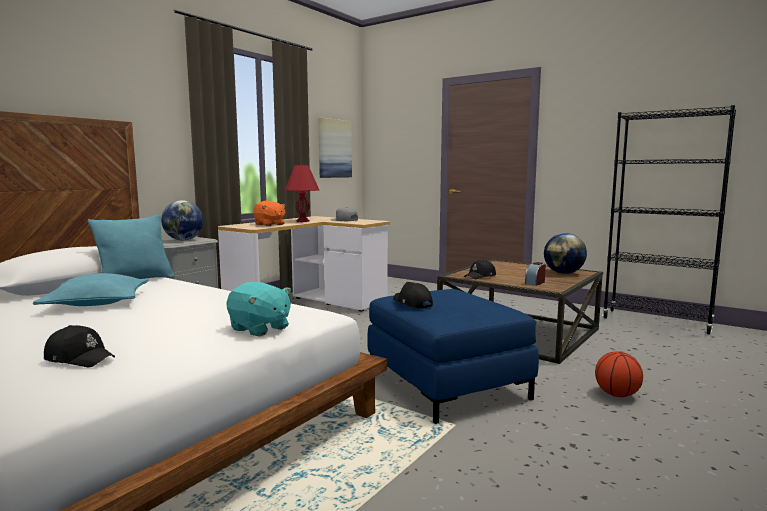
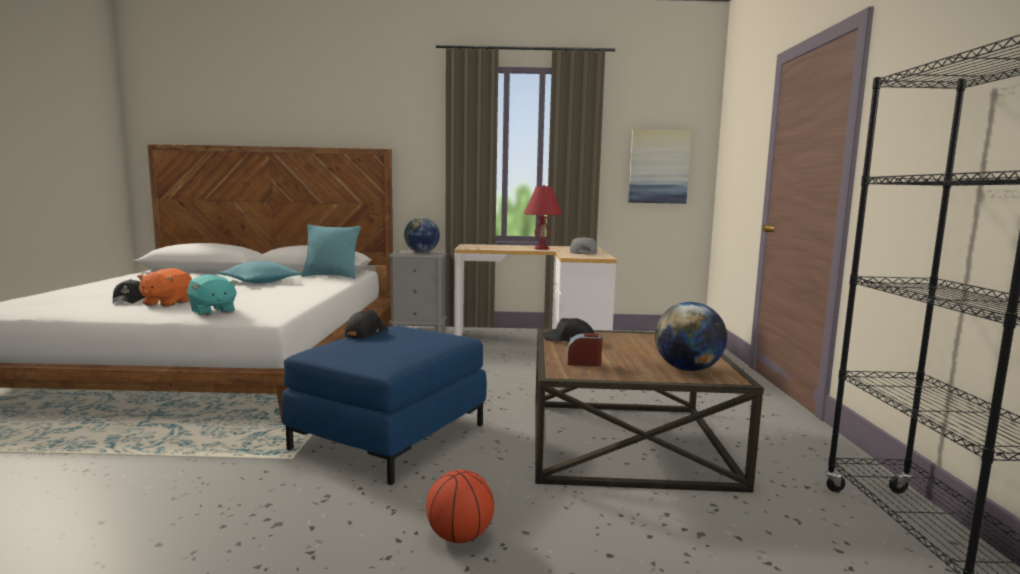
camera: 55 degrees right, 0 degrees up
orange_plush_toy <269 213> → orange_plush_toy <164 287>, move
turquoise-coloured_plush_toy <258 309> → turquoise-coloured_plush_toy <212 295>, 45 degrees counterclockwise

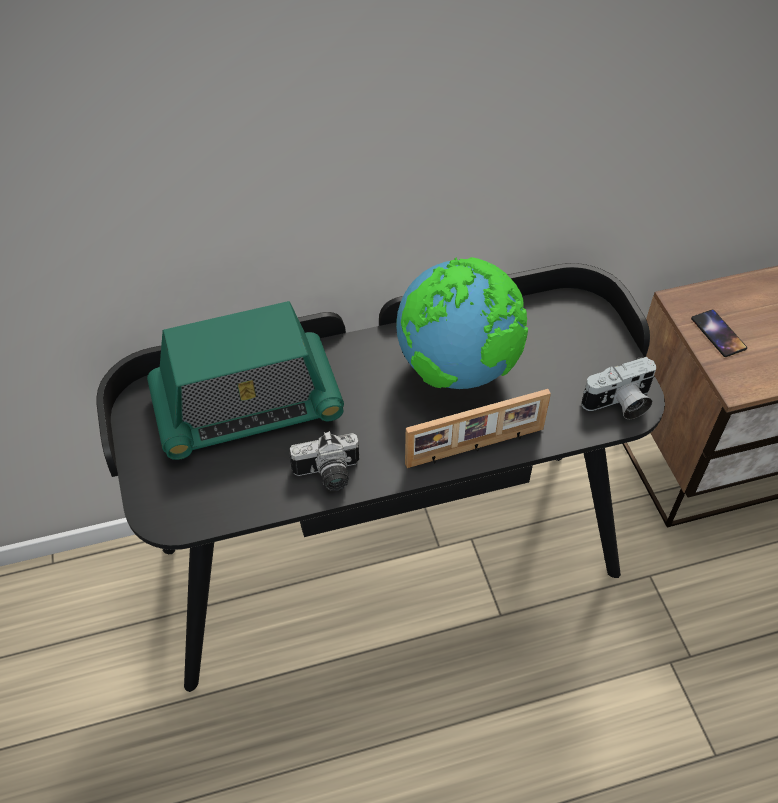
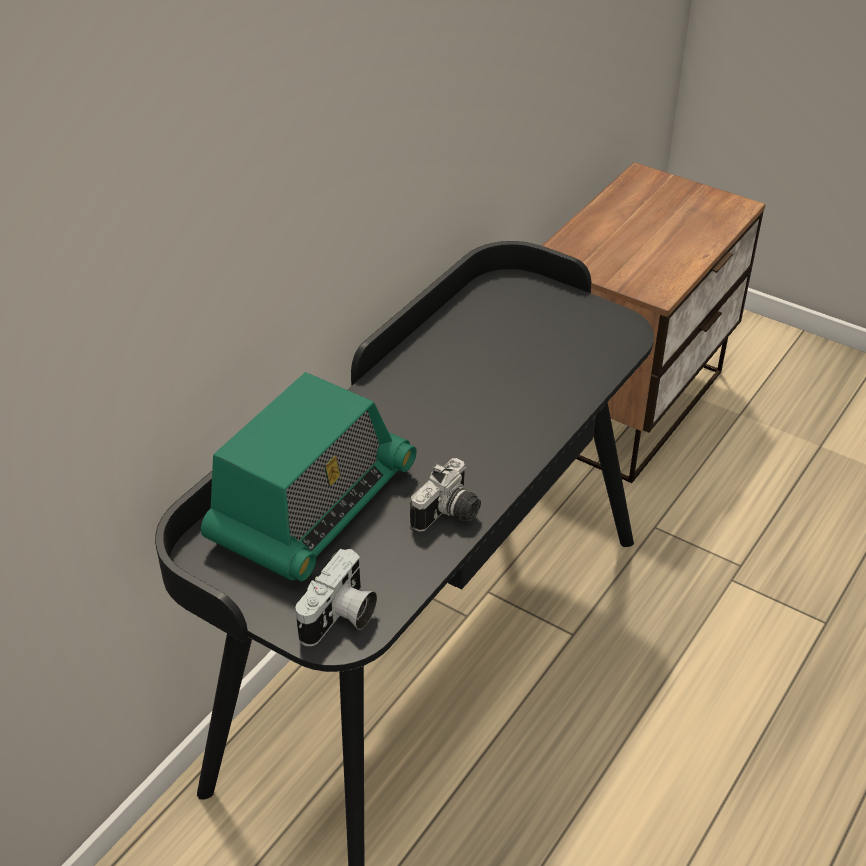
camera: 40 degrees left, 10 degrees down
globe <462 323> → -
photo_frame <478 428> → -
telephone <719 333> → -
still_camera <618 388> → still_camera <336 597>, move

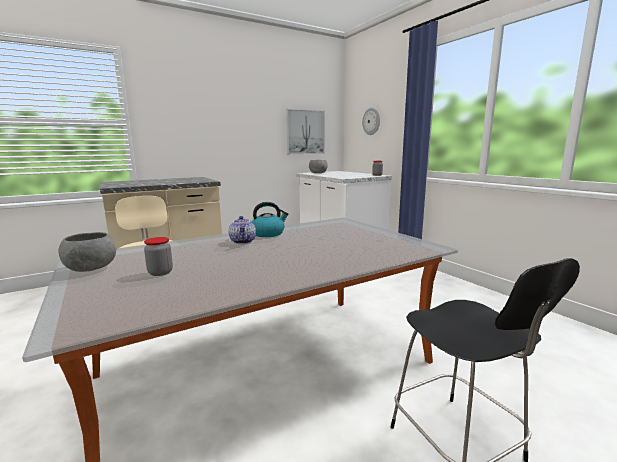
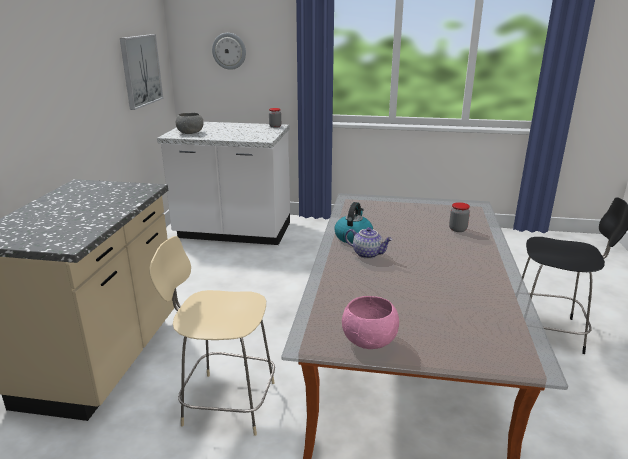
camera: 50 degrees left, 10 degrees up
preserve_jar <158 256> → preserve_jar <459 217>, move
greyish_deep_dish <87 252> → pinkish_deep_dish <370 322>

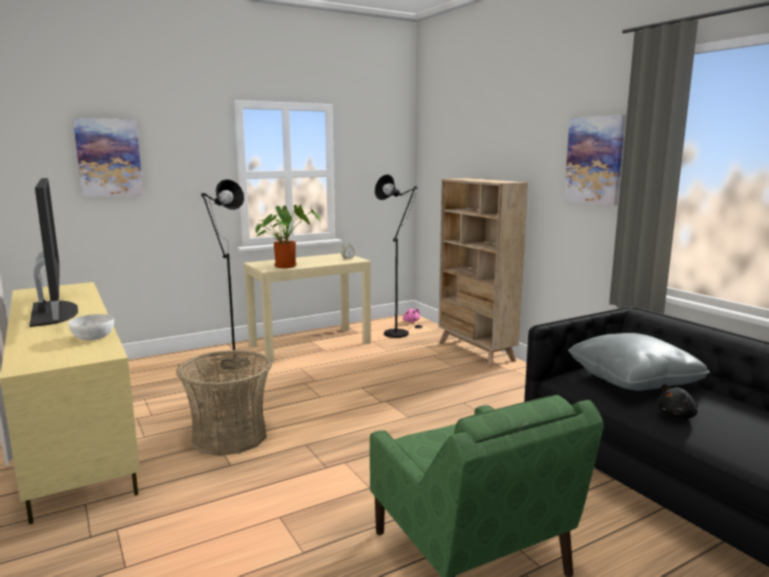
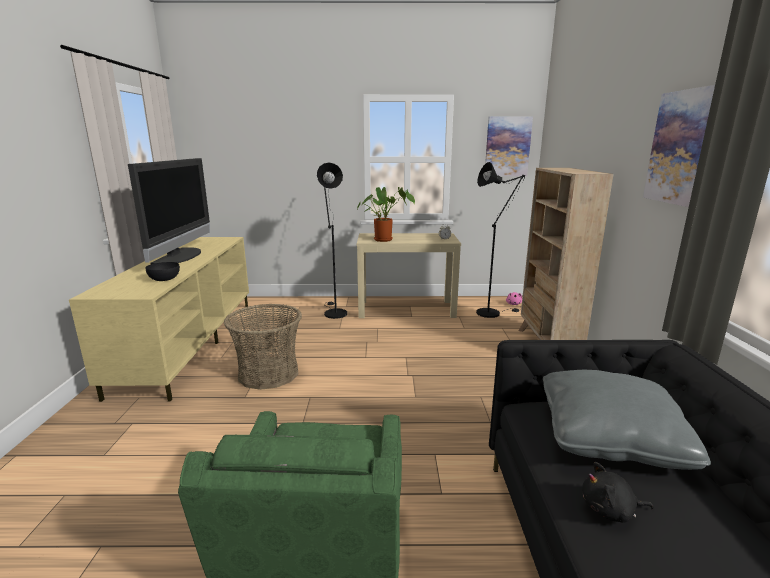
camera: 30 degrees right, 5 degrees up
wall_picture <108 157> → wall_picture <509 146>, move
white_deep_dish <91 327> → blackish_deep_dish <162 271>

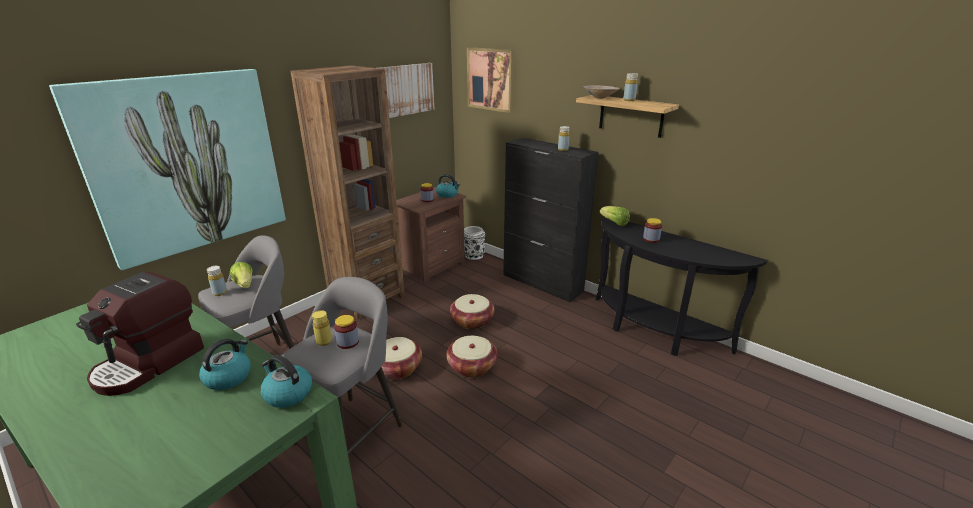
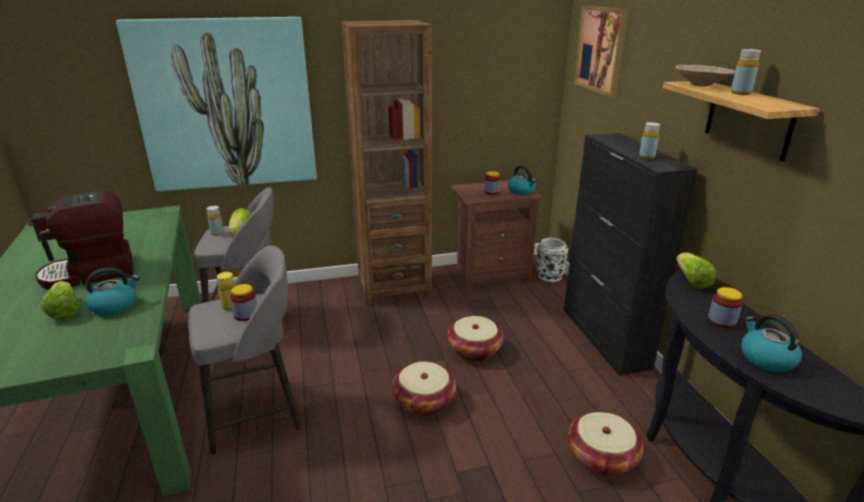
camera: 35 degrees right, 0 degrees up
wall_picture <407 90> → -
- → lettuce <60 300>
kettle <286 381> → kettle <771 343>, move
basket <401 358> → basket <606 444>, move

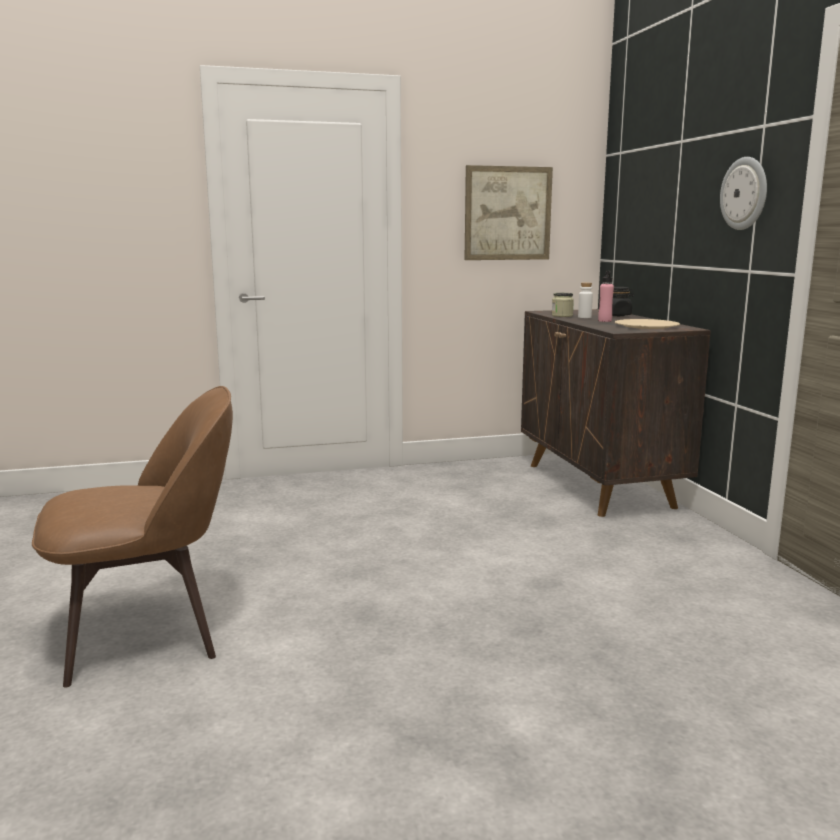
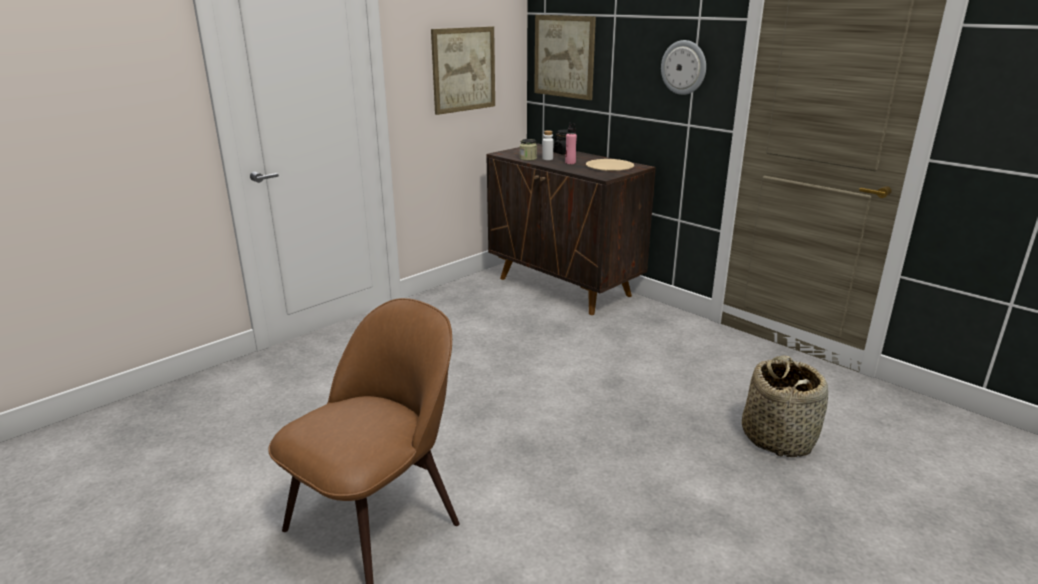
camera: 30 degrees left, 10 degrees up
- → wall_picture <565 57>
- → basket <785 406>

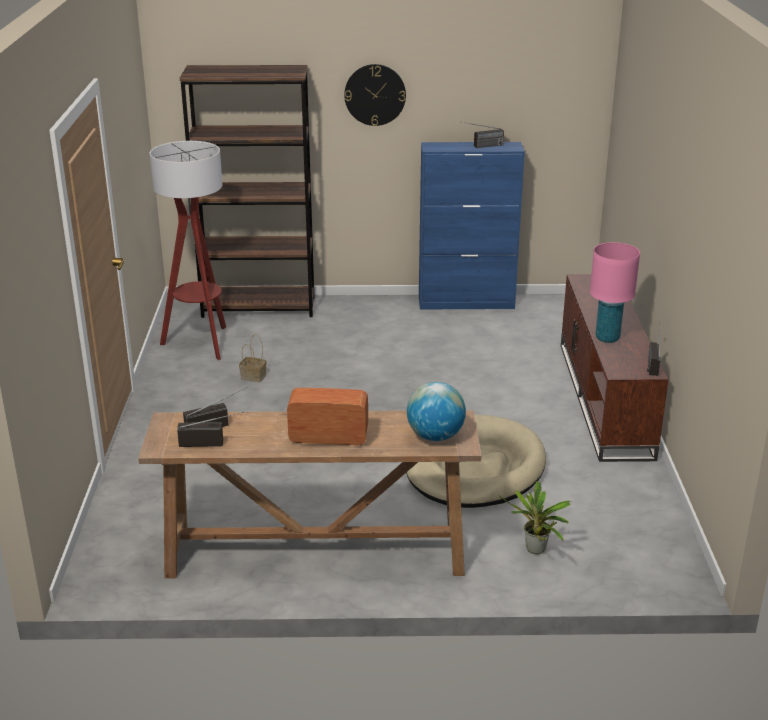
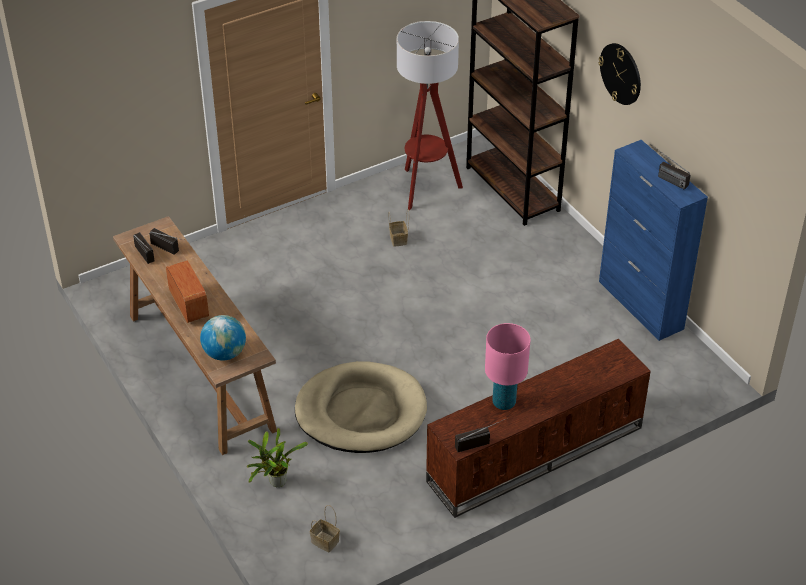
camera: 60 degrees right, 15 degrees up
- → basket <325 528>

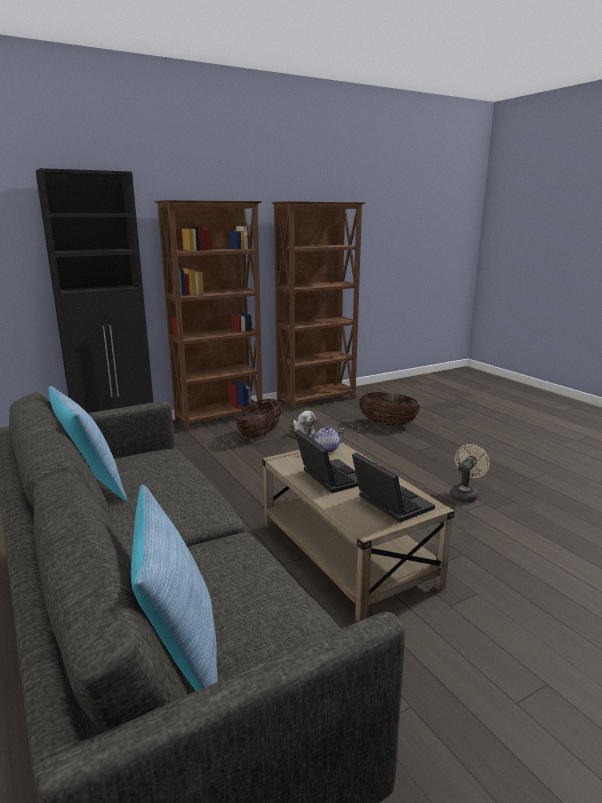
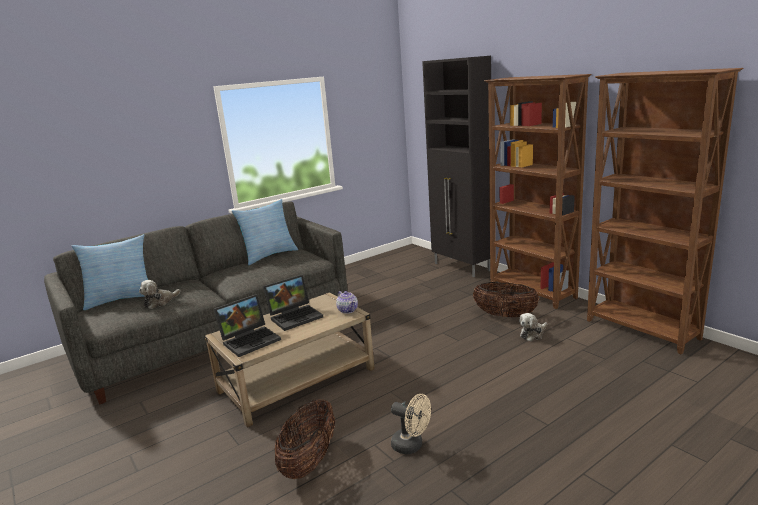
camera: 85 degrees right, 0 degrees up
- → plush_toy <159 294>
basket <389 409> → basket <305 439>, move

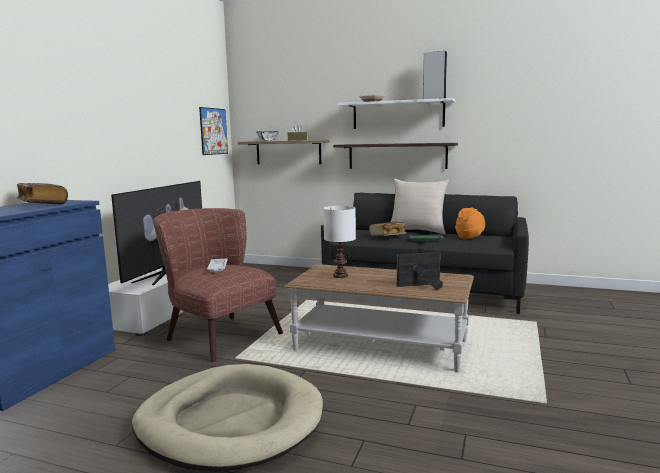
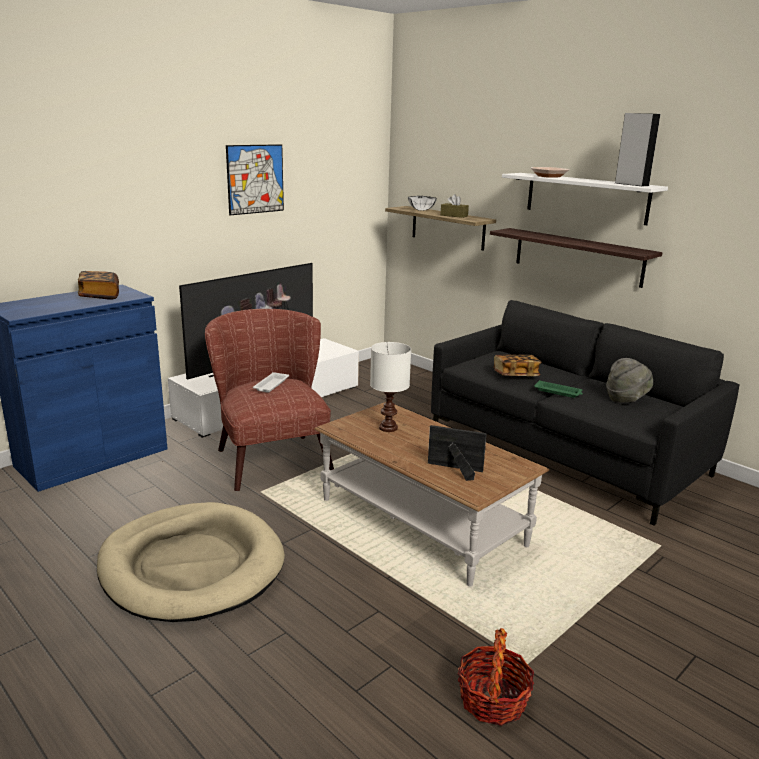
camera: 25 degrees right, 10 degrees up
beige-coloured_pillow <420 207> → -
- → basket <496 677>
wall_picture <213 131> → wall_picture <255 179>, move
orange_hat <470 223> → greyish_hat <629 380>

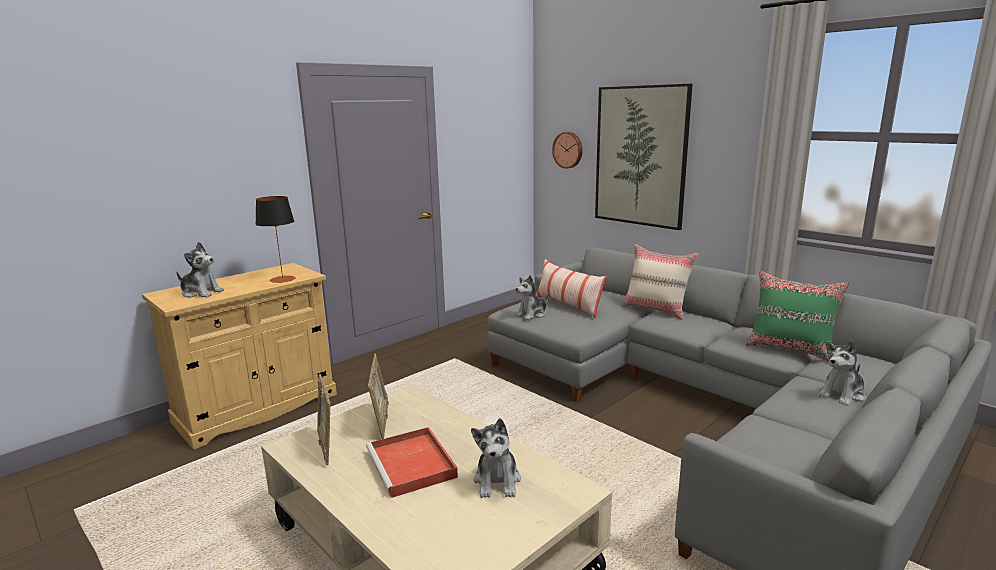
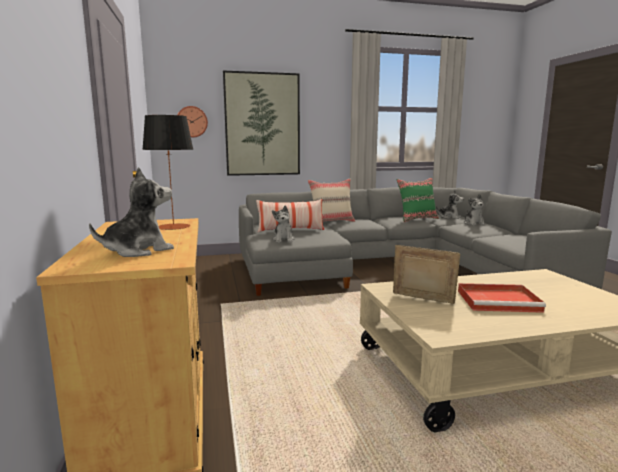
camera: 60 degrees left, 5 degrees down
photo_frame <323 419> → -
plush_toy <496 458> → plush_toy <450 204>, move

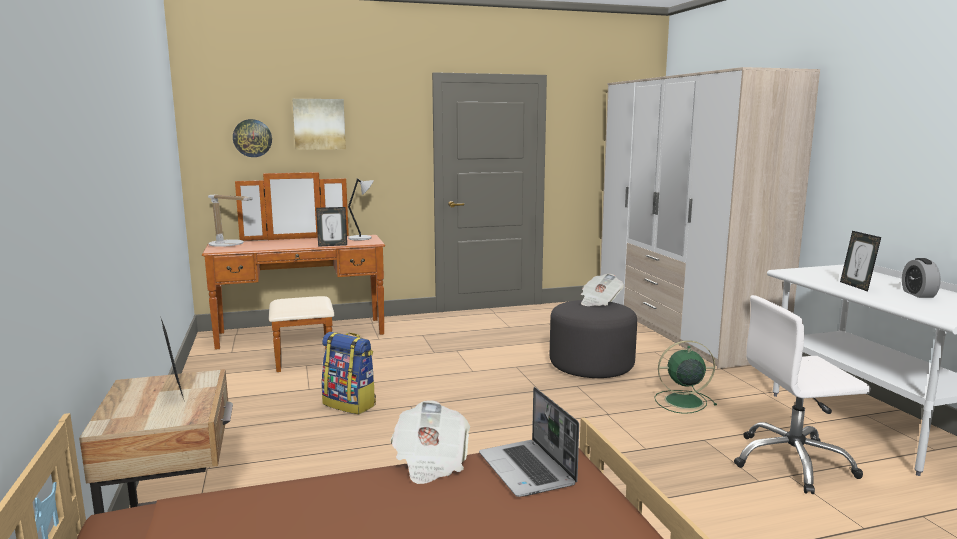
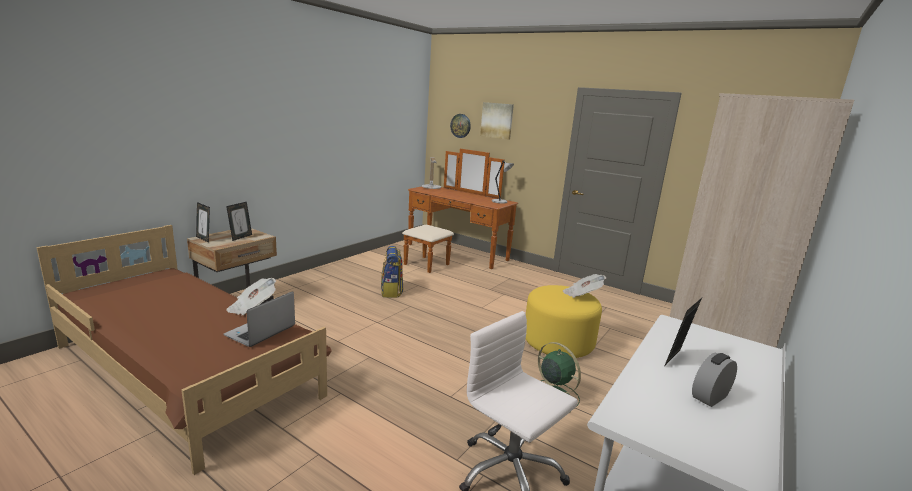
camera: 50 degrees right, 5 degrees up
photo_frame <331 227> → photo_frame <203 222>, move
greyish_ottoman <593 339> → yellowish_ottoman <564 321>

